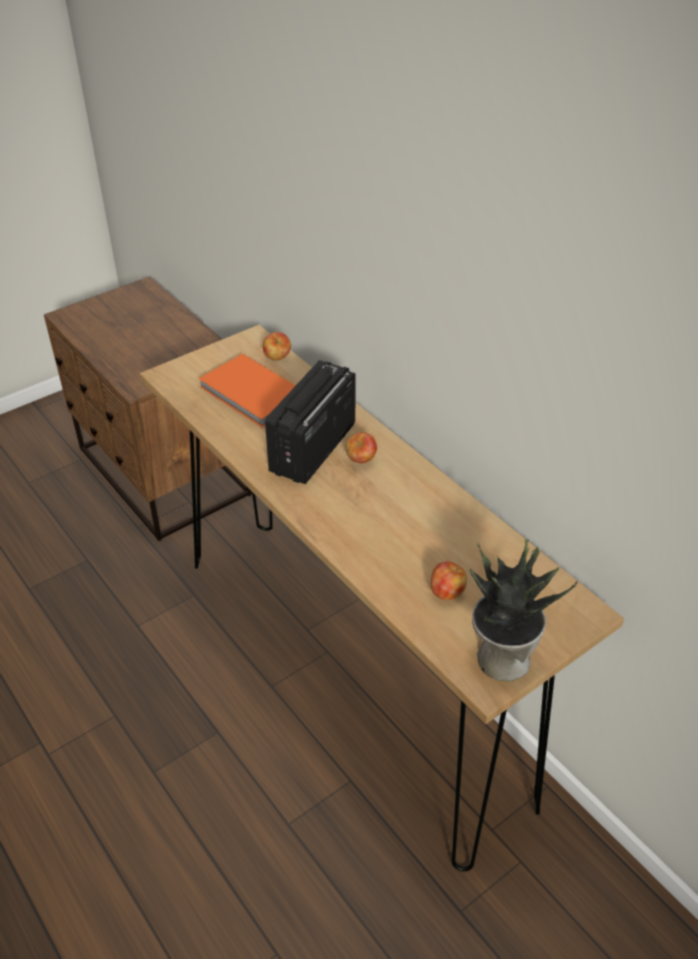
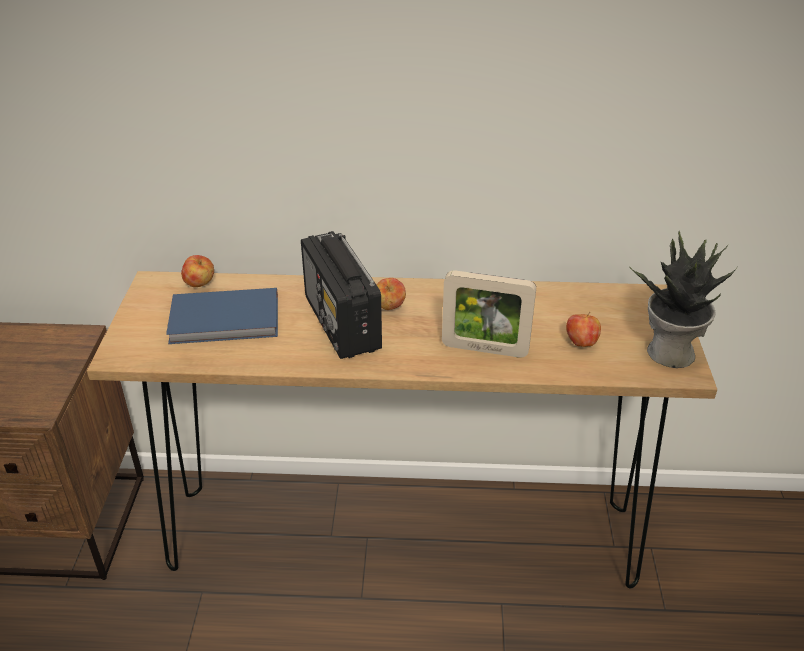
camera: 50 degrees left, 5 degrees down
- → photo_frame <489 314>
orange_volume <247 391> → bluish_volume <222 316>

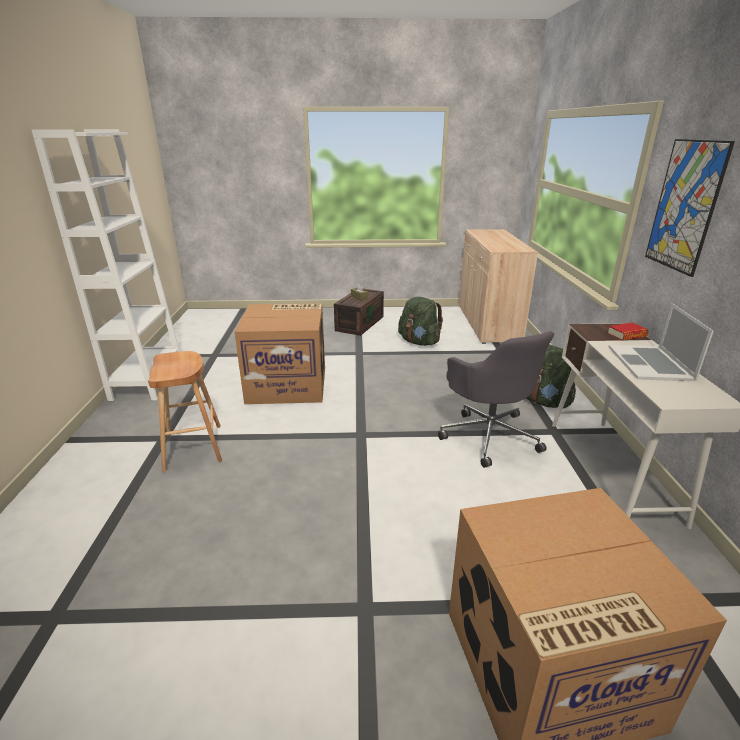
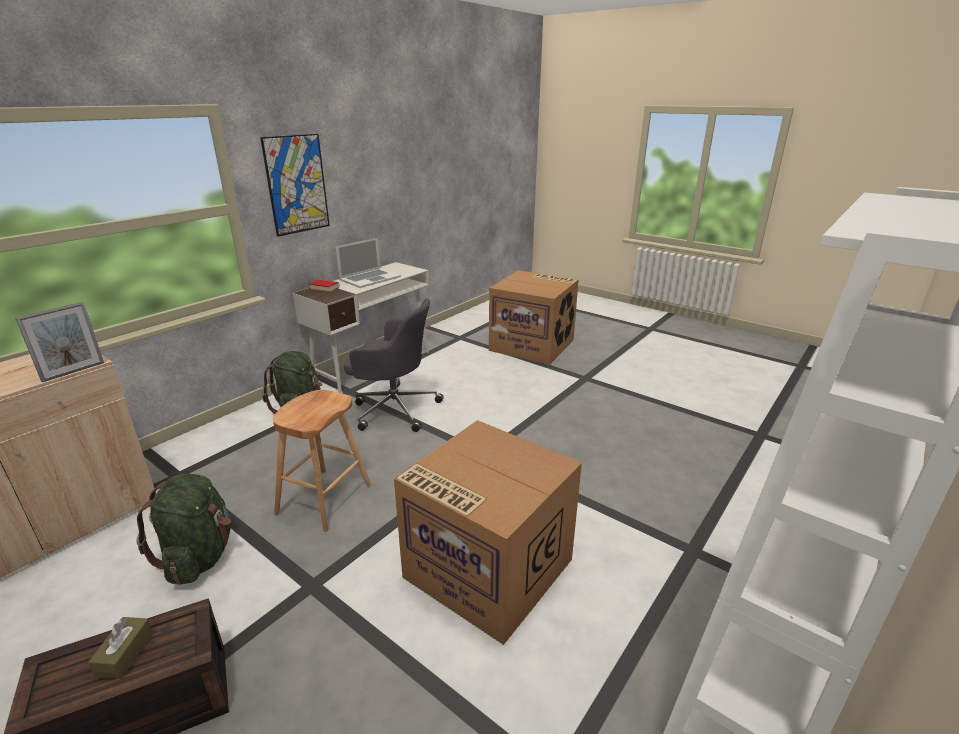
camera: 140 degrees left, 0 degrees up
- → photo_frame <59 342>
brown-coloured_stool <185 411> → brown-coloured_stool <322 461>, move
greyish_desk_chair <496 399> → greyish_desk_chair <394 365>, 90 degrees clockwise

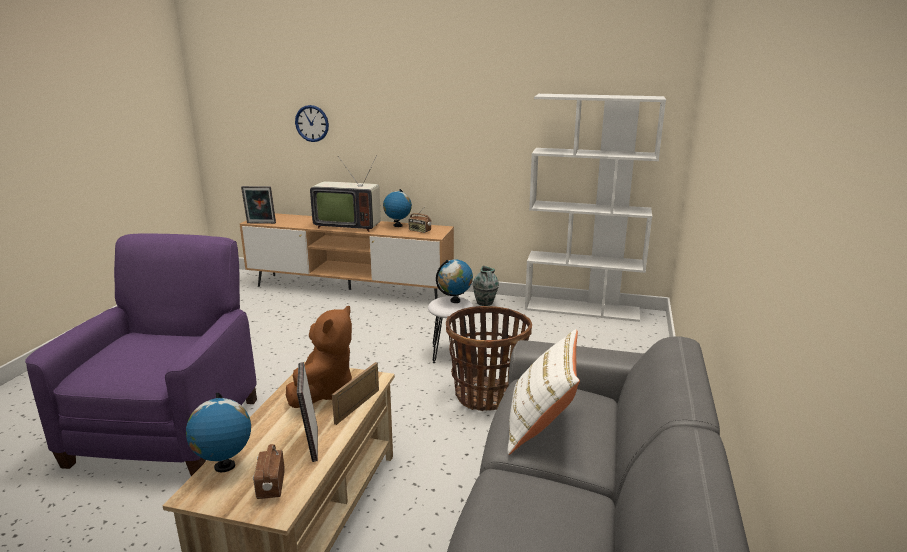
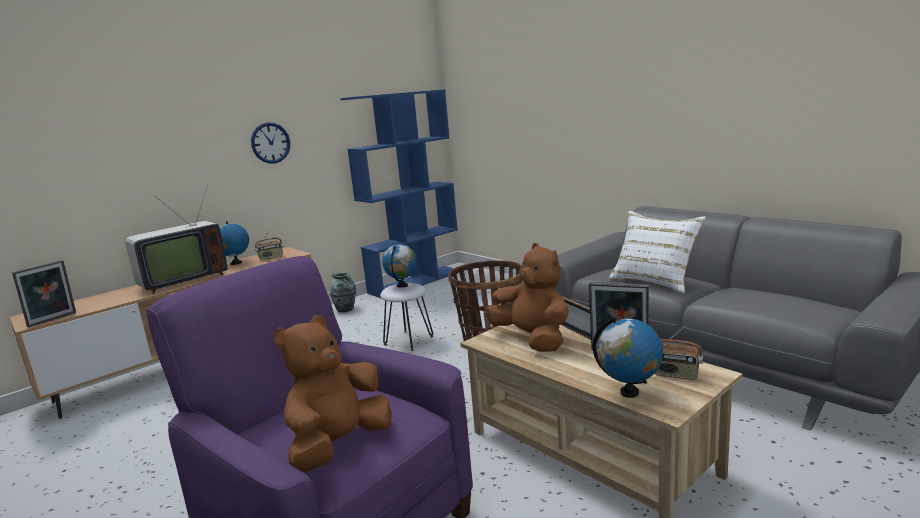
camera: 55 degrees left, 5 degrees down
- → brown-coloured_plush_toy <332 393>
clock_on_the_wall <312 123> → clock_on_the_wall <270 142>, move
white_bookcase <595 208> → bluish_bookcase <399 193>

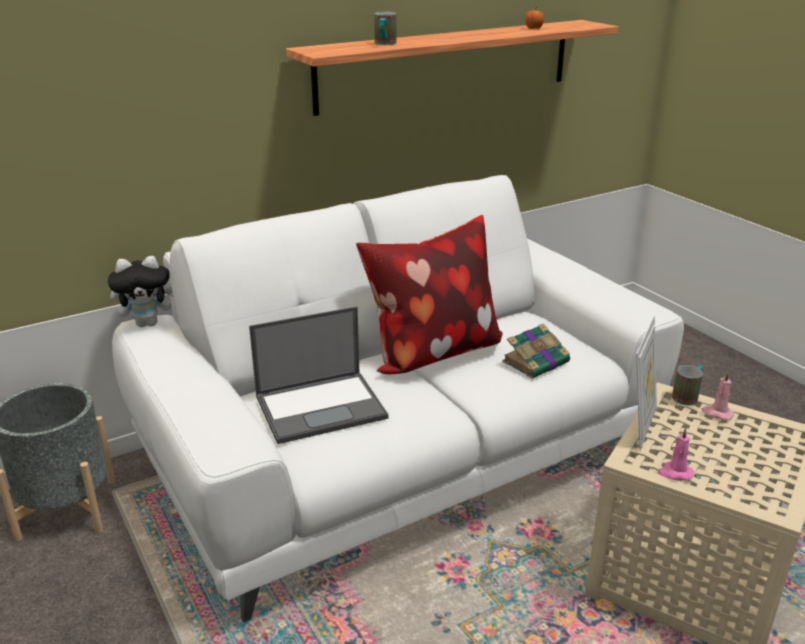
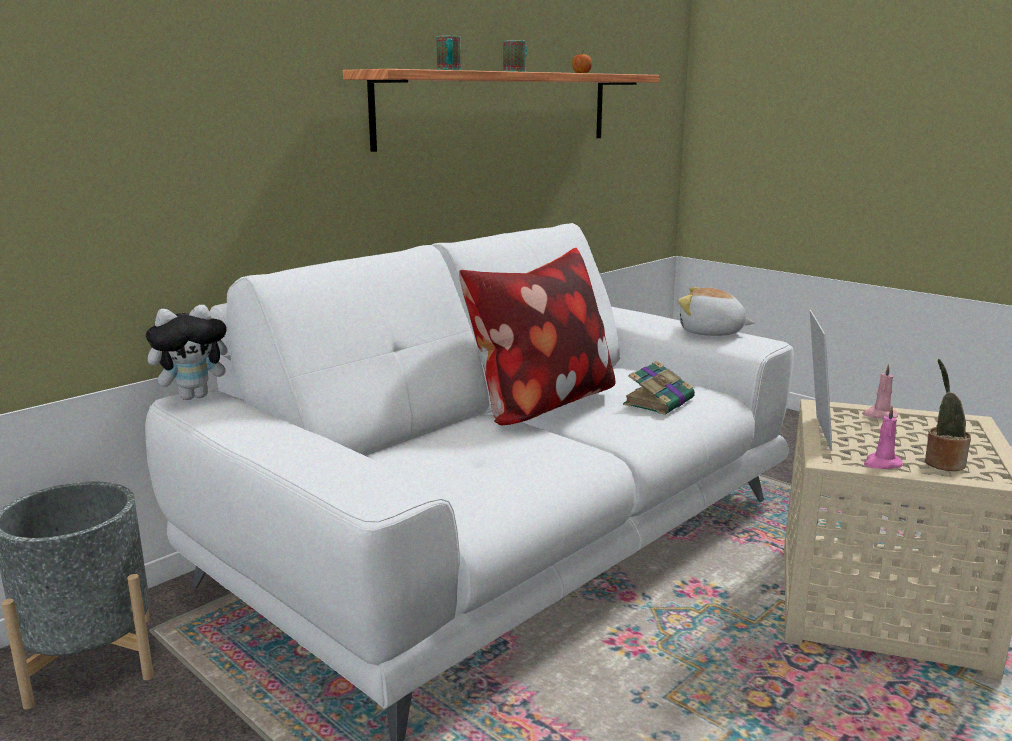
camera: 15 degrees left, 10 degrees down
laptop <318 375> → -
- → plush_toy <716 311>
- → plant_in_a_pot <948 415>
tea_mug <687 385> → tea_mug <515 56>, move

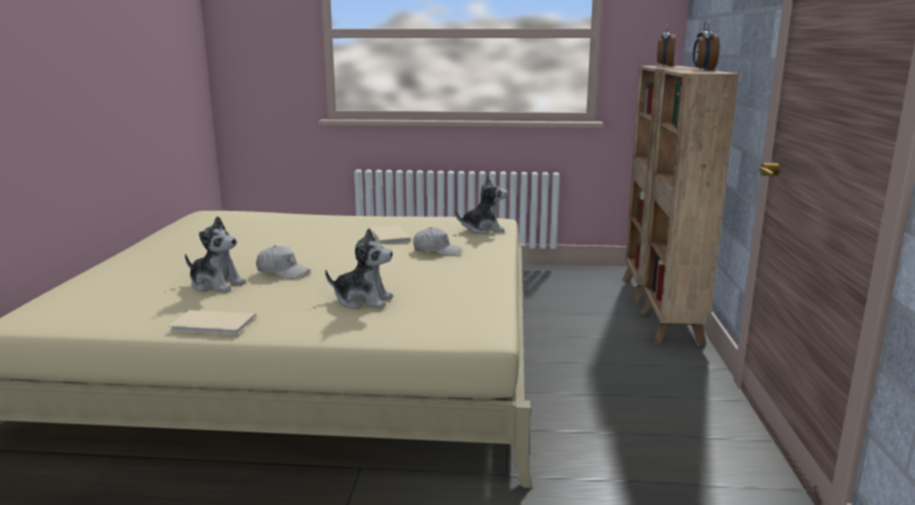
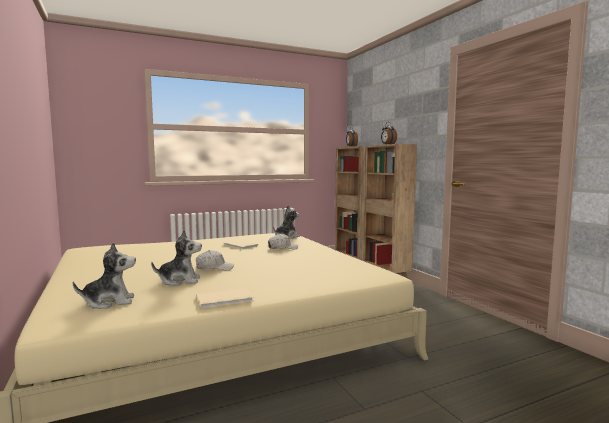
camera: 30 degrees left, 10 degrees down
plush_toy <359 268> → plush_toy <104 275>, move

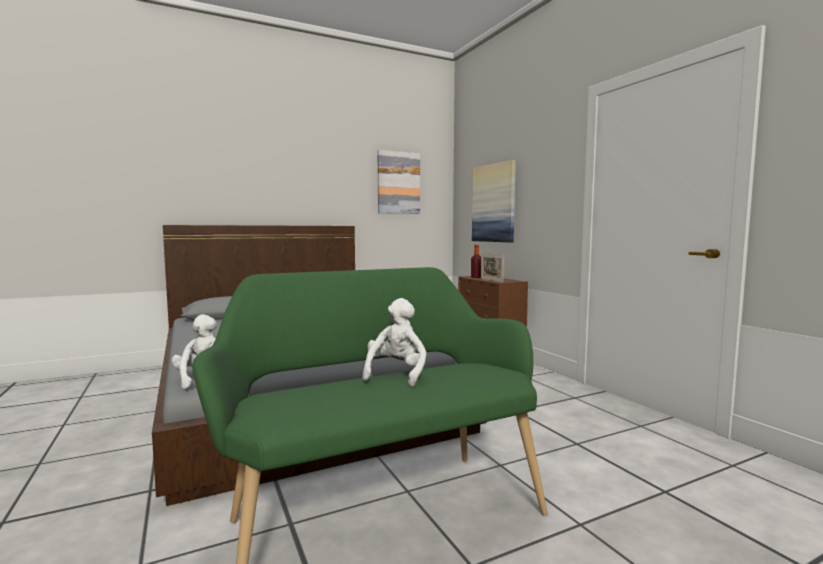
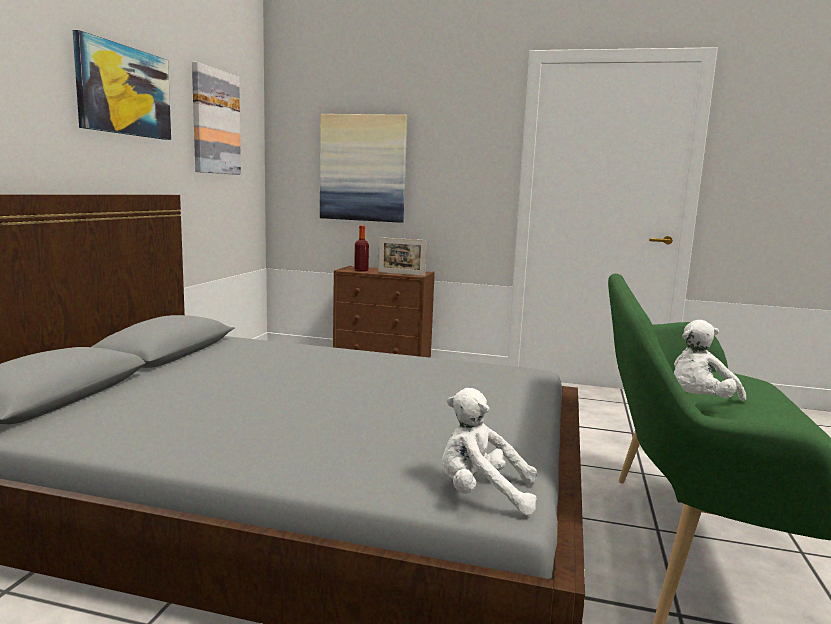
camera: 50 degrees left, 5 degrees up
- → wall_picture <122 85>
white_plush_toy <394 342> → white_plush_toy <710 360>, 90 degrees counterclockwise

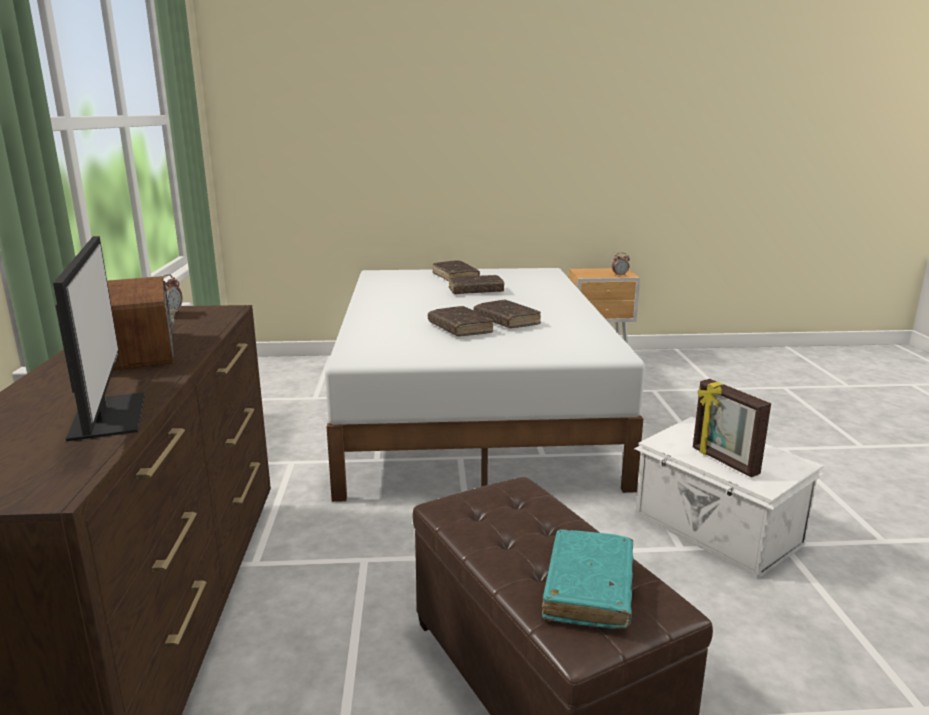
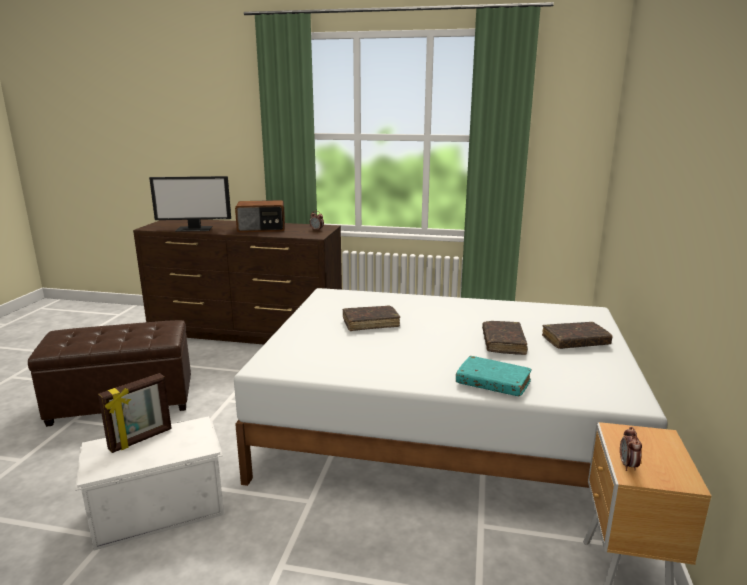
camera: 105 degrees right, 0 degrees up
brown-coloured_volume <507 314> → -
turquoise-coloured_volume <588 579> → turquoise-coloured_volume <494 376>, move
photo_frame <732 428> → photo_frame <135 413>, 150 degrees clockwise

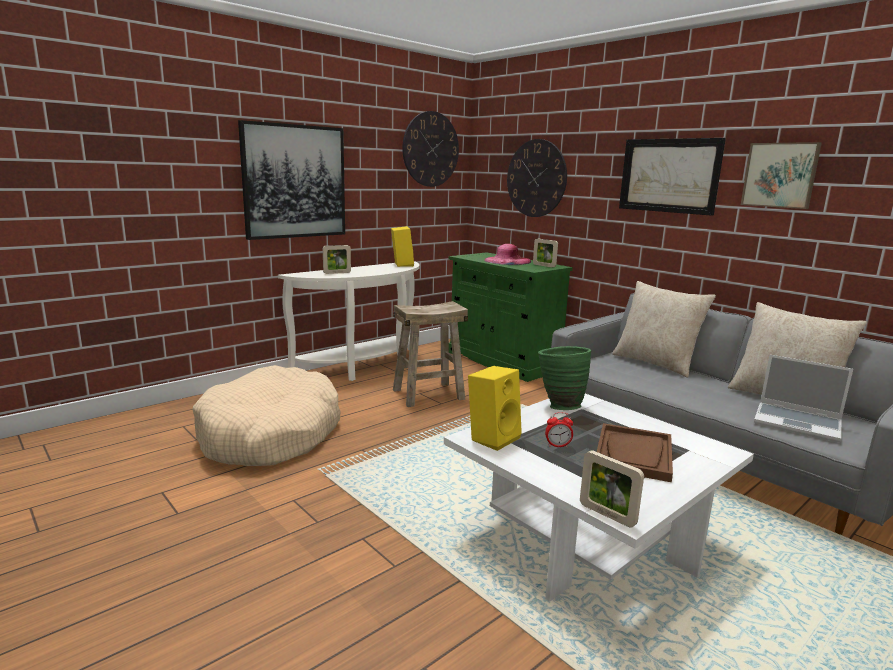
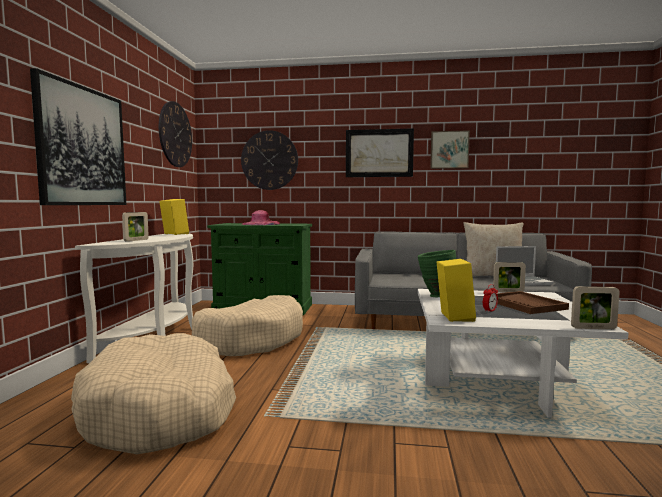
camera: 40 degrees left, 10 degrees down
beige-coloured_pillow <664 329> → -
photo_frame <545 253> → photo_frame <509 277>, move
beige-coloured_stool <430 354> → beige-coloured_dog_cushion <247 325>

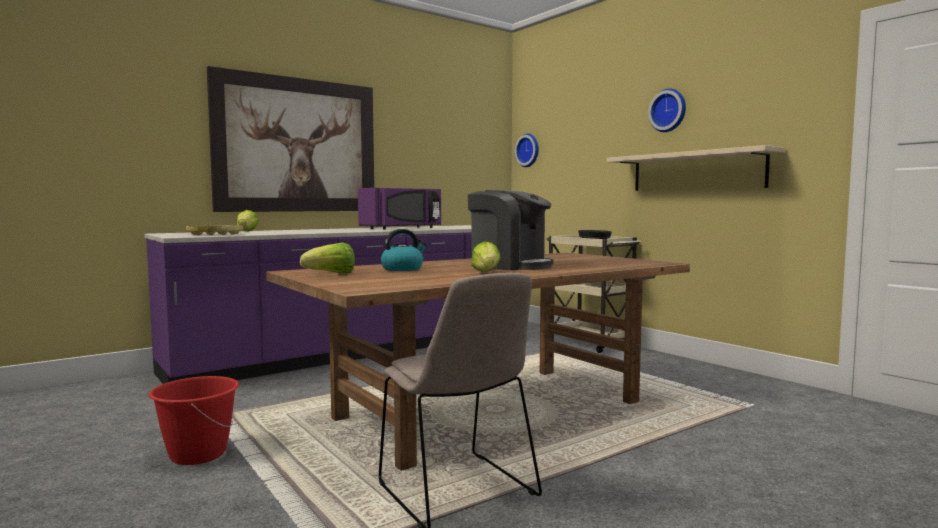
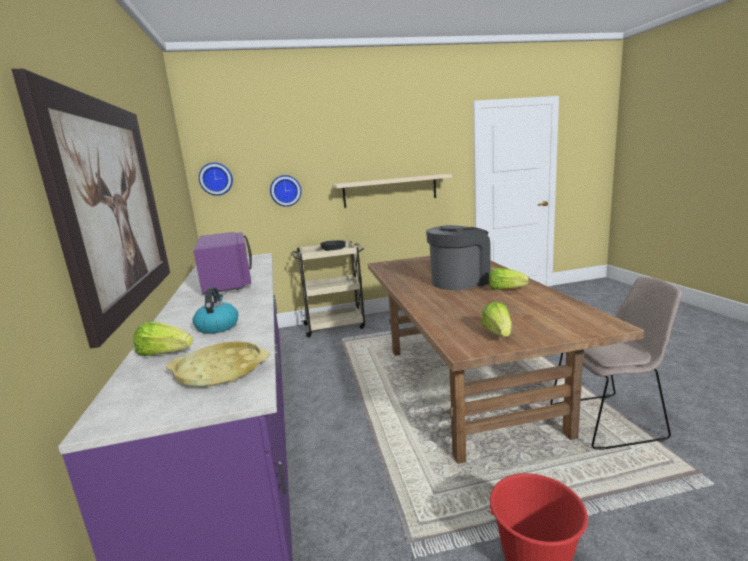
camera: 65 degrees left, 10 degrees up
kettle <404 250> → kettle <215 310>, move
clock_on_the_wall <667 110> → clock_on_the_wall <285 191>, move

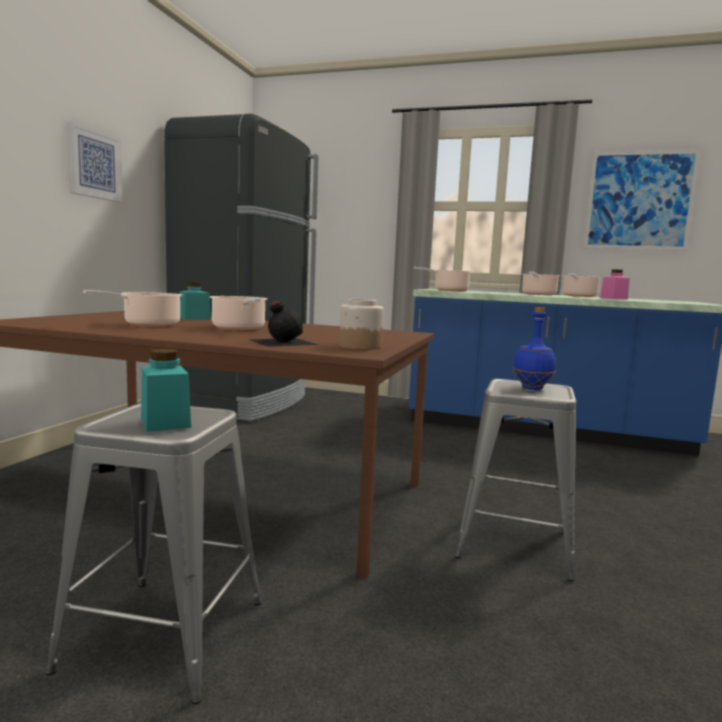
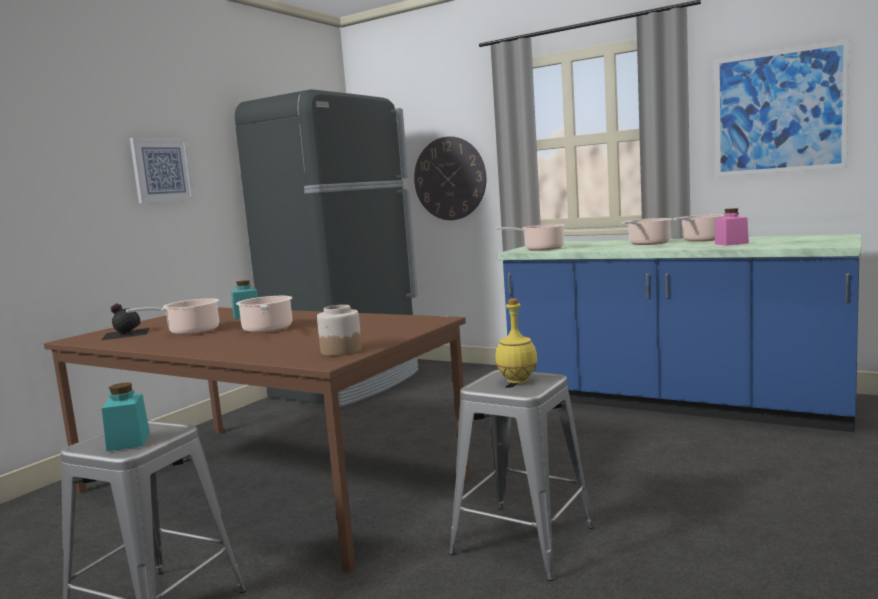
camera: 15 degrees right, 0 degrees up
- → clock_on_the_wall <450 178>
blackish_beverage_bottle <284 323> → blackish_beverage_bottle <125 321>, move
bluish_beverage_bottle <534 348> → yellowish_beverage_bottle <516 341>

